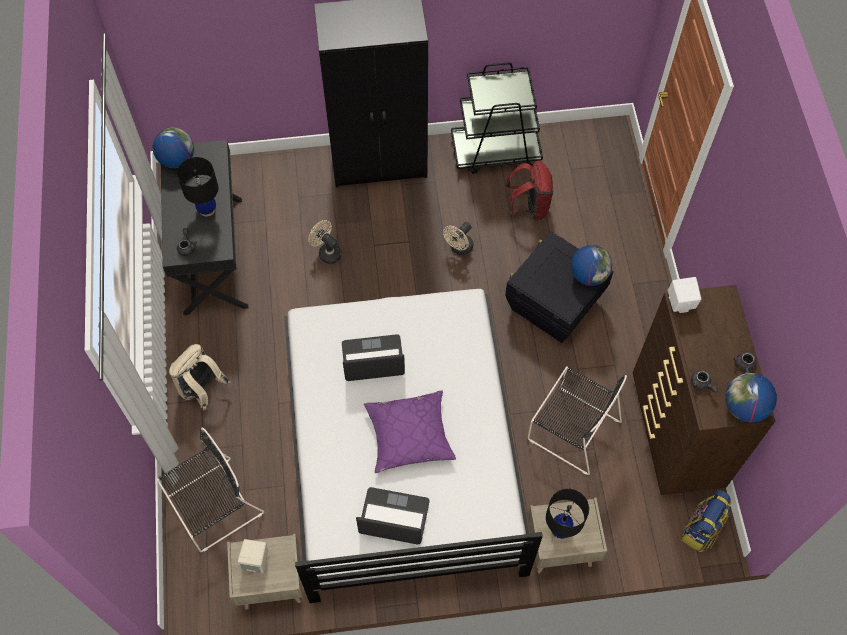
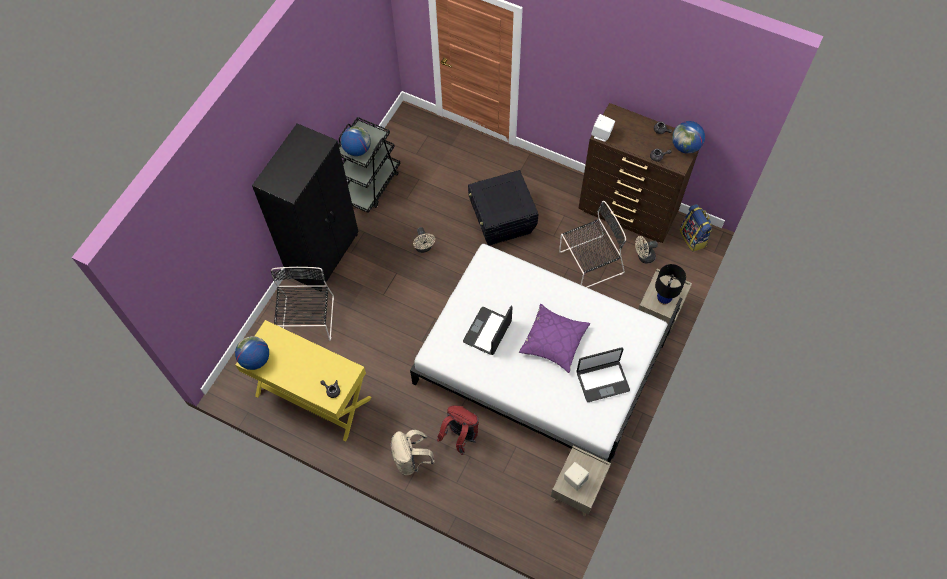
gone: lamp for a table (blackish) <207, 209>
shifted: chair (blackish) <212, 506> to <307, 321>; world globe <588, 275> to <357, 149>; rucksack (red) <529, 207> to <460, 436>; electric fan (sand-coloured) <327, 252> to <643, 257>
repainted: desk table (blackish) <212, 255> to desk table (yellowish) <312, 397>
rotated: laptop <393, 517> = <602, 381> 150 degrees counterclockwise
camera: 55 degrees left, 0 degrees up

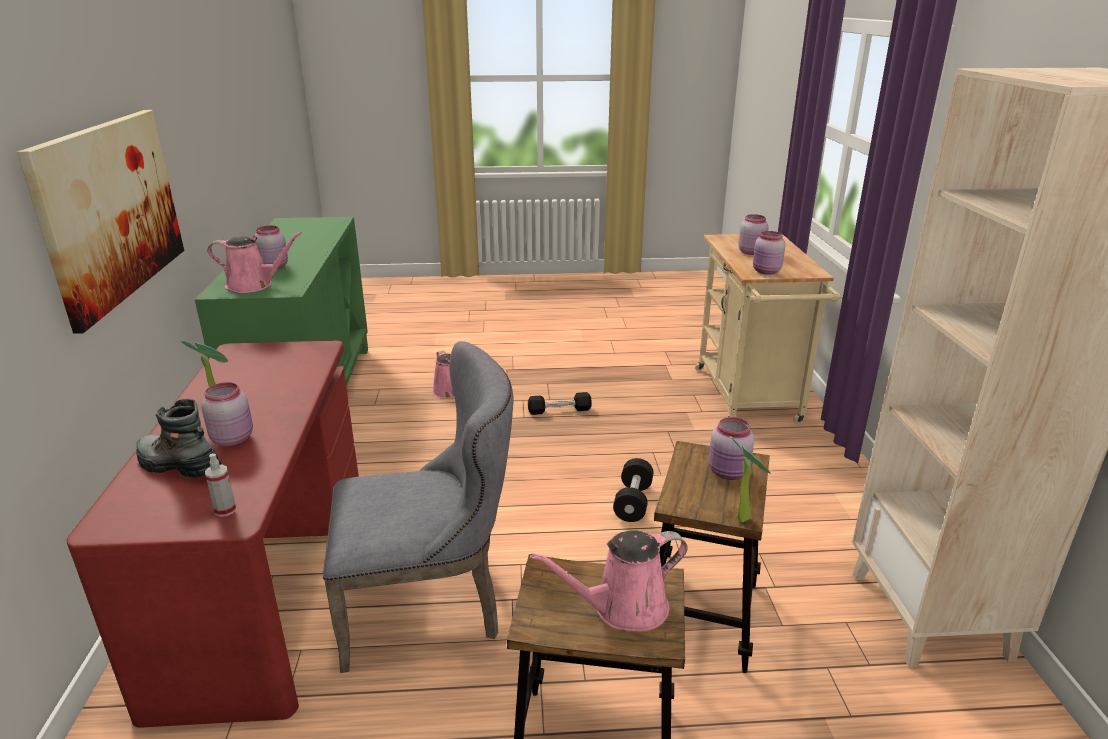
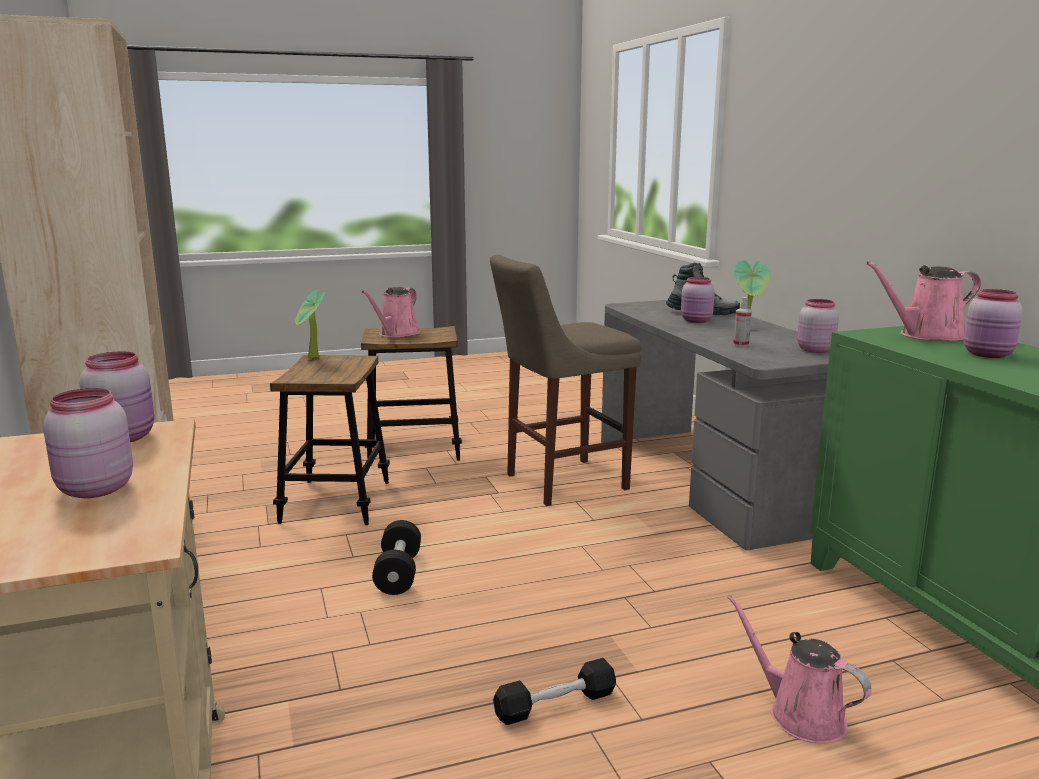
gone: picture <111, 210>
shifted: spray bottle <225, 510> to <741, 345>; storage jar (pink) <729, 473> to <814, 350>
swapped: chair (greyish) <431, 606> to sitting stool (sand-coloured) <560, 482>
repainted: desk table (red) <267, 577> to desk table (greyish) <710, 480>
rotated: watering pot (pink) <623, 608> = <396, 334> 150 degrees clockwise
camera: 165 degrees right, 10 degrees down

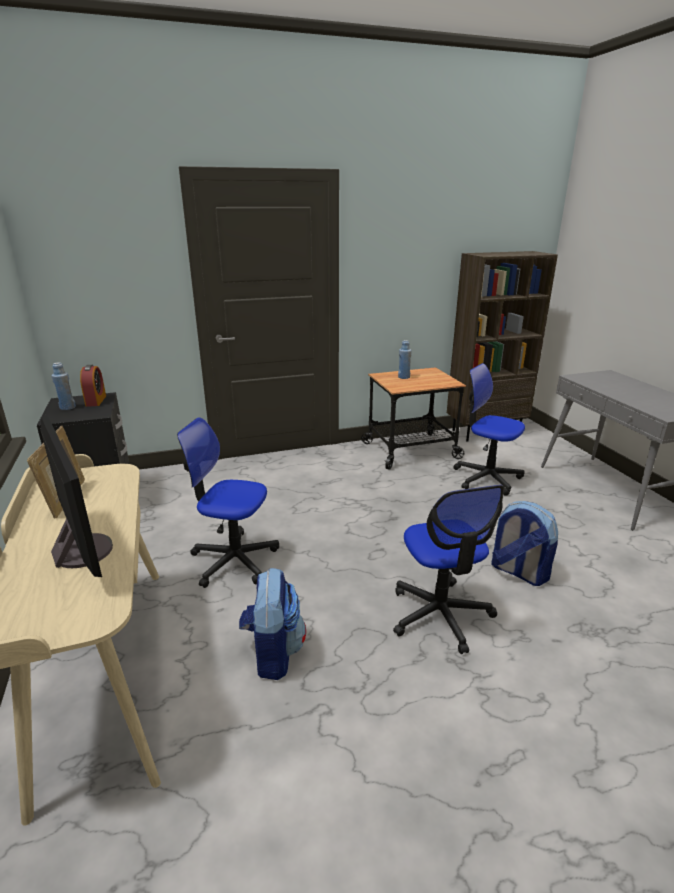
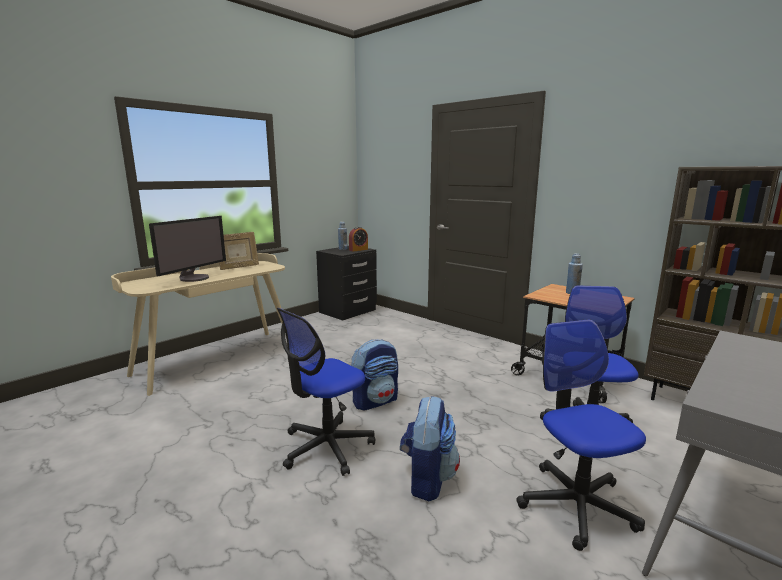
shifted: rucksack <273, 653> to <375, 401>; desk chair <234, 560> to <576, 505>
camera: 60 degrees right, 10 degrees down

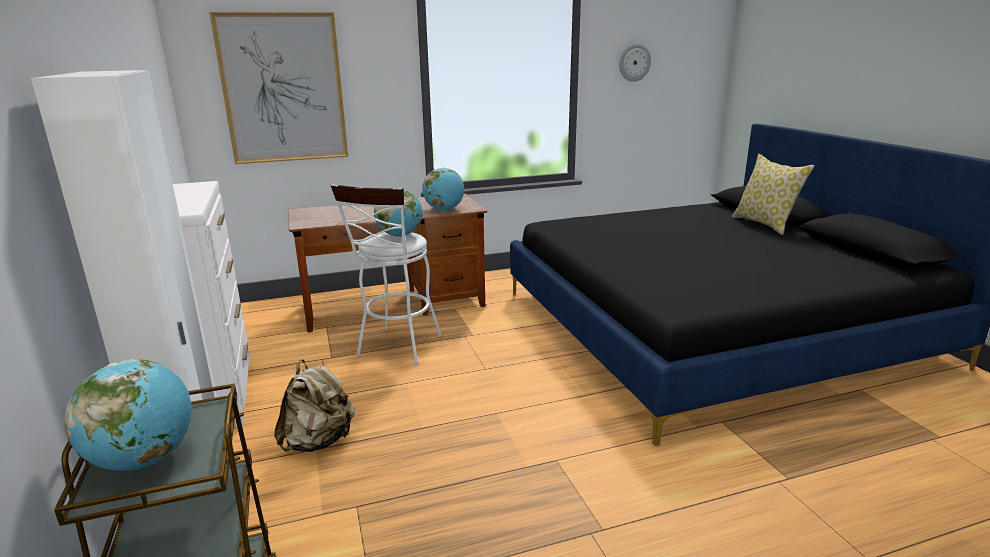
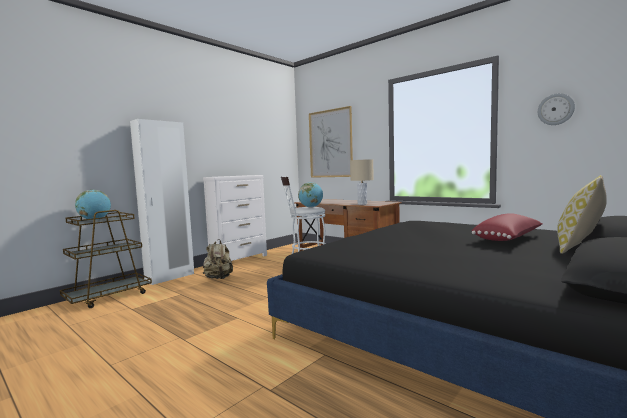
new: cushion (red) <508, 239>
swapped: world globe <444, 210> to lamp for a table (sand-coloured) <362, 204>
camera: 60 degrees right, 15 degrees down

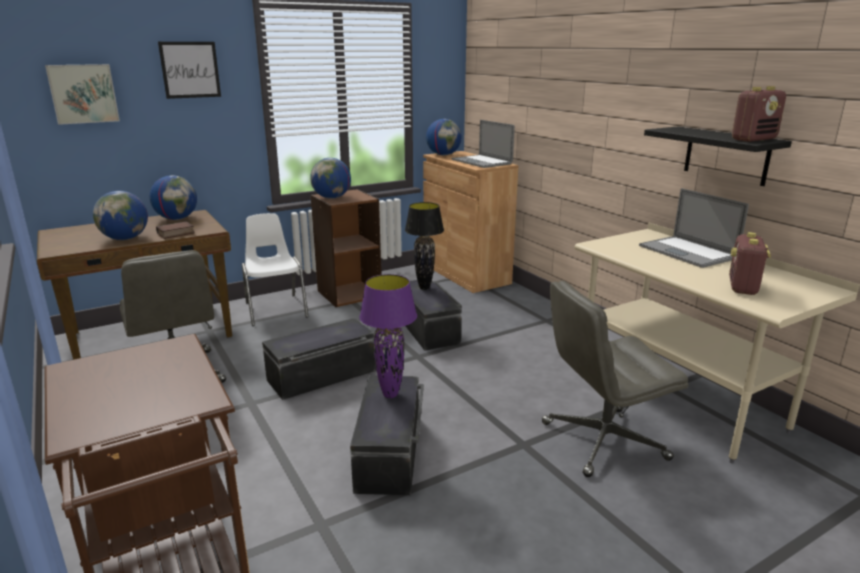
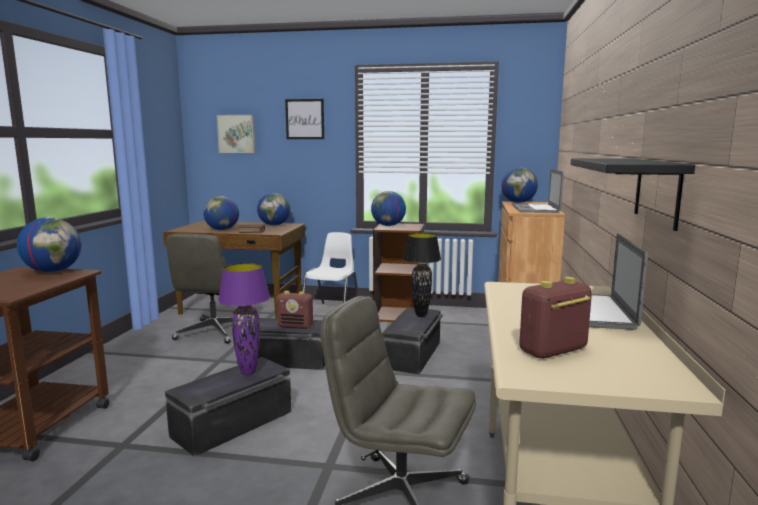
new: world globe <53, 271>
shifted: radio receiver <754, 139> to <296, 326>
camera: 40 degrees right, 10 degrees down

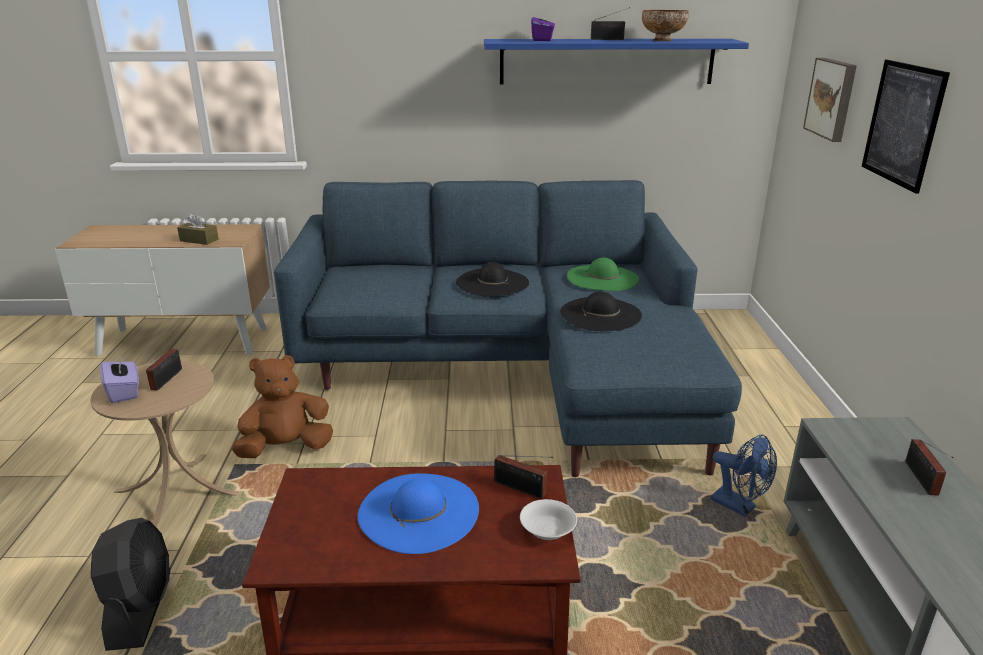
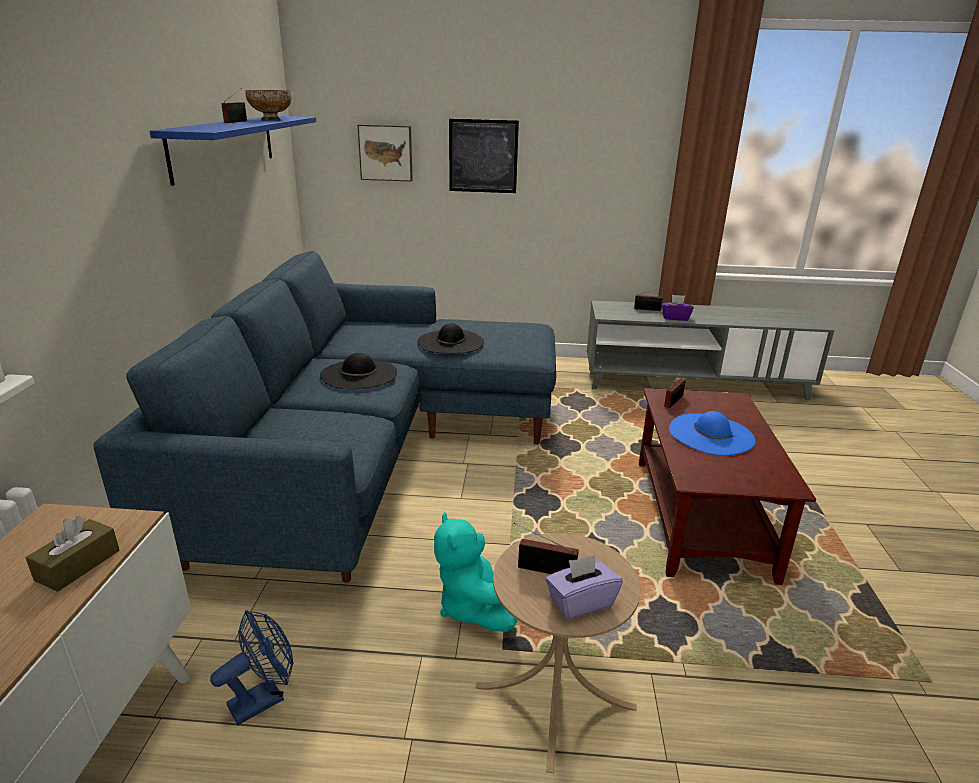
gone: electric fan (blackish) <141, 609>; serving bowl (whitish) <547, 530>; clothing hat (green-coloured) <602, 278>
shifted: electric fan (blue-coloured) <739, 507> to <264, 698>; box of tissues (purple) <542, 40> to <675, 317>
repainted: cuddly toy (brown-coloured) <286, 448> to cuddly toy (turquoise) <473, 607>
camera: 85 degrees left, 0 degrees up

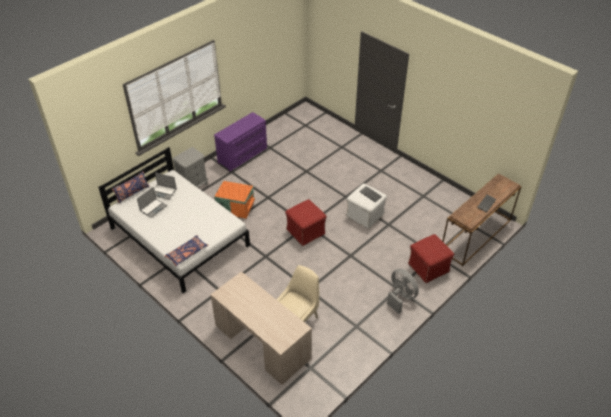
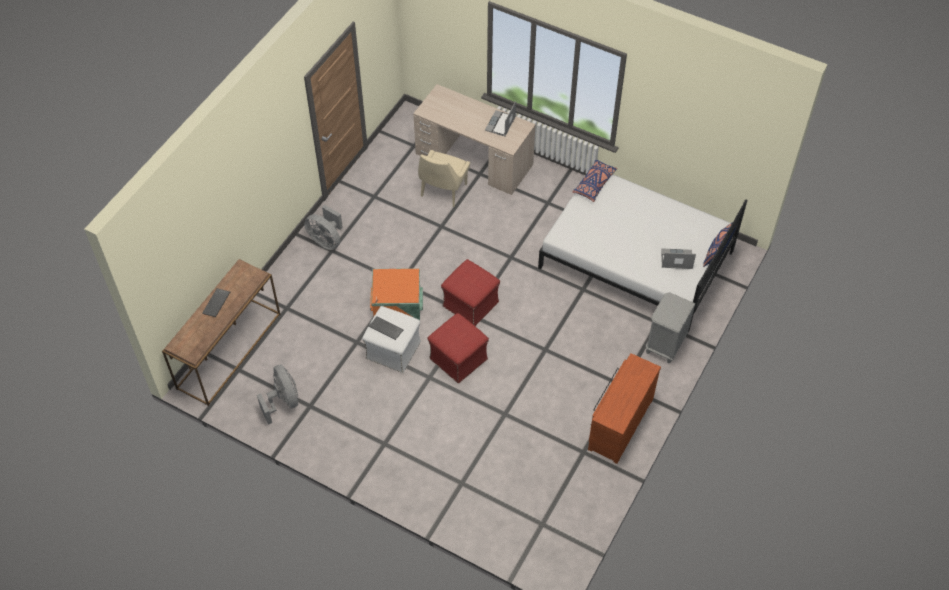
new: electric fan (greyish) <283, 401>
shifted: storage box (orange) <235, 206> to <398, 305>; pouffe (red) <428, 268> to <458, 358>; laptop <153, 208> to <500, 124>
repainted: chest of drawers (purple) <243, 156> to chest of drawers (brown-coloured) <618, 423>
camera: 165 degrees right, 10 degrees up

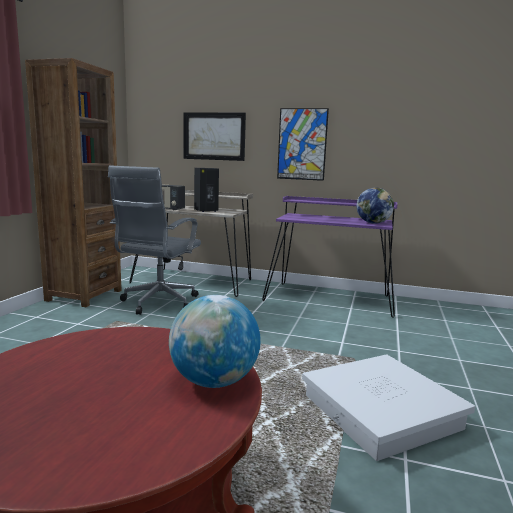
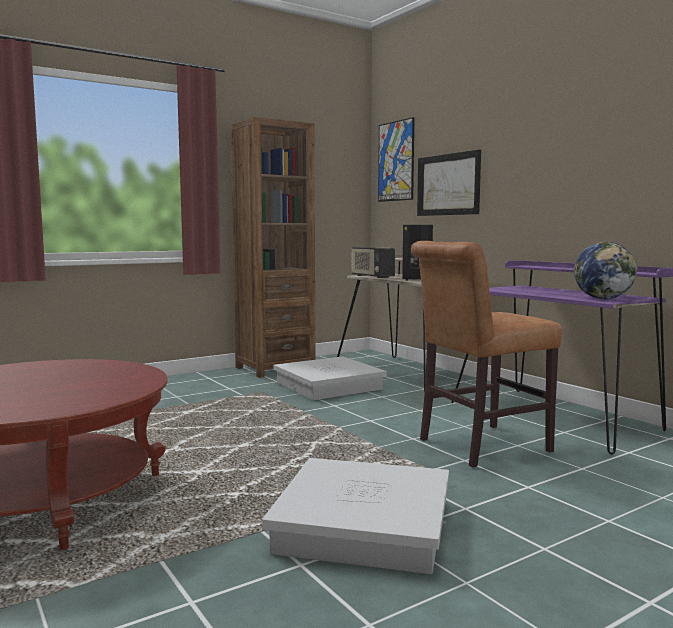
gone: world globe <214, 381>
new: chair (brown-coloured) <478, 446>
shifted: picture <302, 144> to <396, 161>
swapped: desk chair (greyish) <158, 303> to storage box (whitish) <328, 385>
camera: 40 degrees right, 5 degrees down

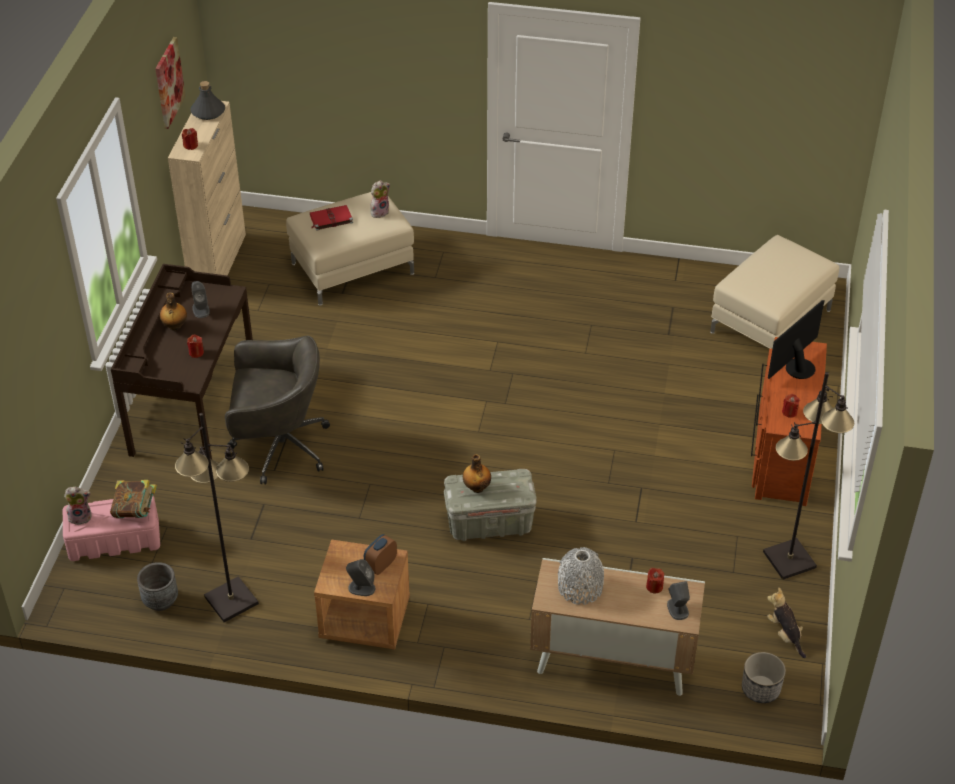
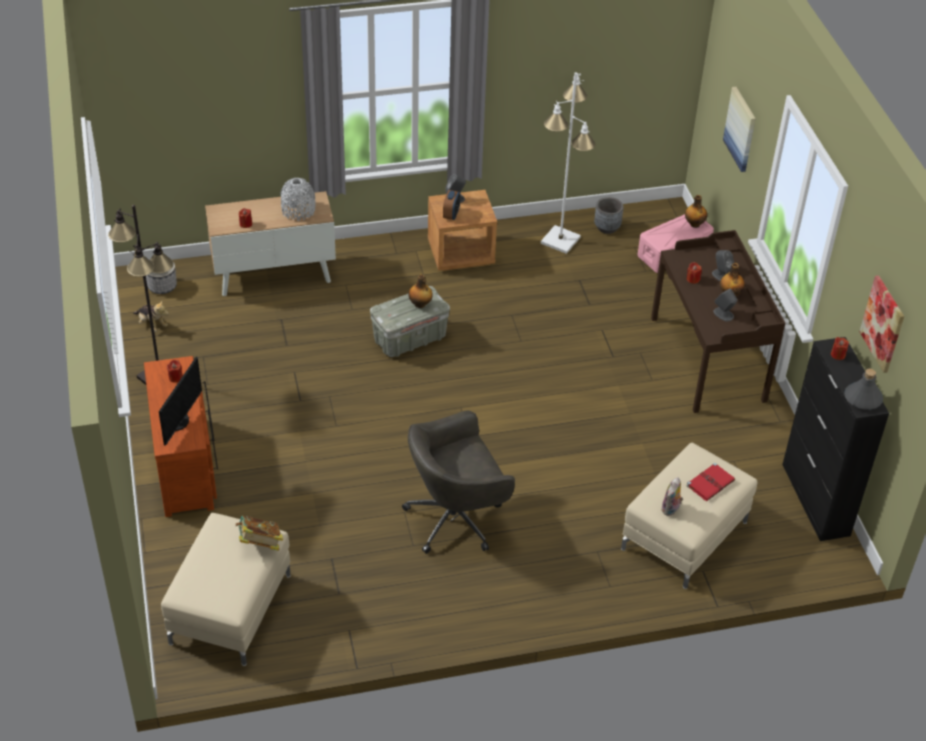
new: picture <741, 129>
shifted: bound book <136, 511> to <260, 544>; desk chair (greyish) <278, 447> to <456, 518>; loudspeaker (greyish) <678, 609> to <721, 275>
swapped: cuddly toy <81, 517> to drink bottle <694, 224>
repainted: standing lamp (blackish) <230, 600> to standing lamp (whitish) <561, 240>; storage cabinet (sand-coloured) <218, 262> to storage cabinet (blackish) <815, 500>
camera: 155 degrees right, 0 degrees up

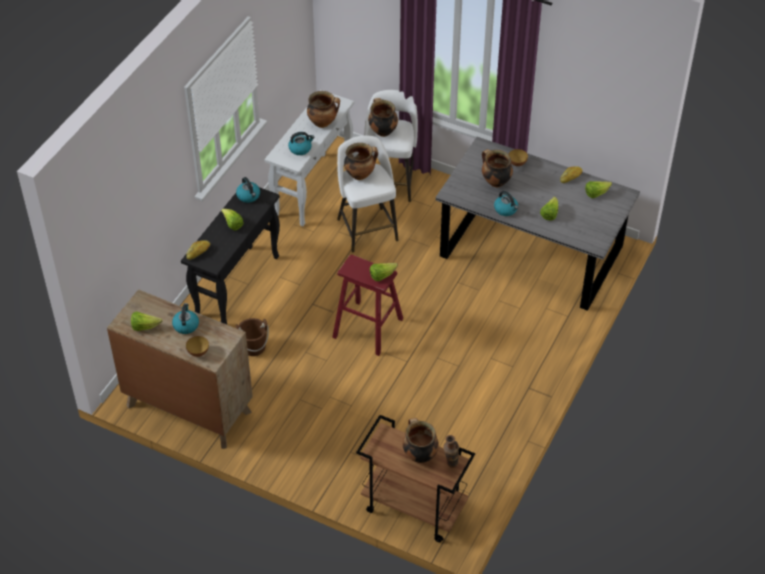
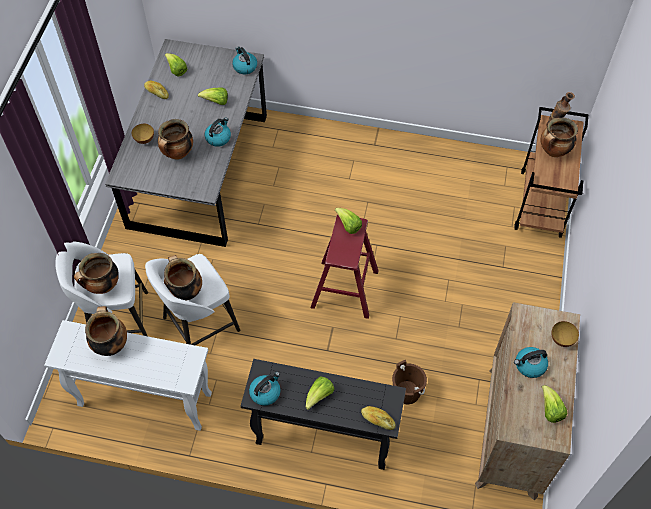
shifted: kettle <300, 148> to <244, 66>
camera: 105 degrees left, 10 degrees up

